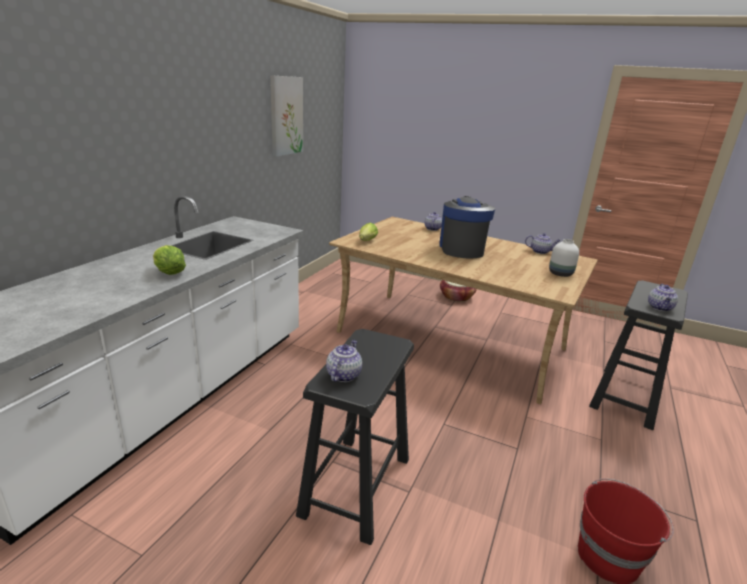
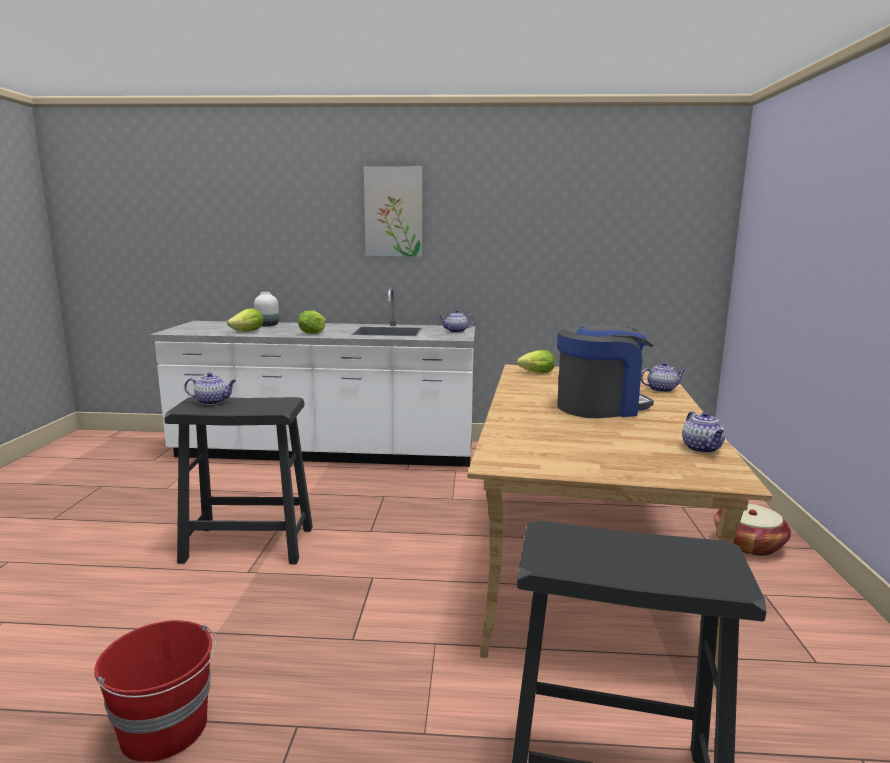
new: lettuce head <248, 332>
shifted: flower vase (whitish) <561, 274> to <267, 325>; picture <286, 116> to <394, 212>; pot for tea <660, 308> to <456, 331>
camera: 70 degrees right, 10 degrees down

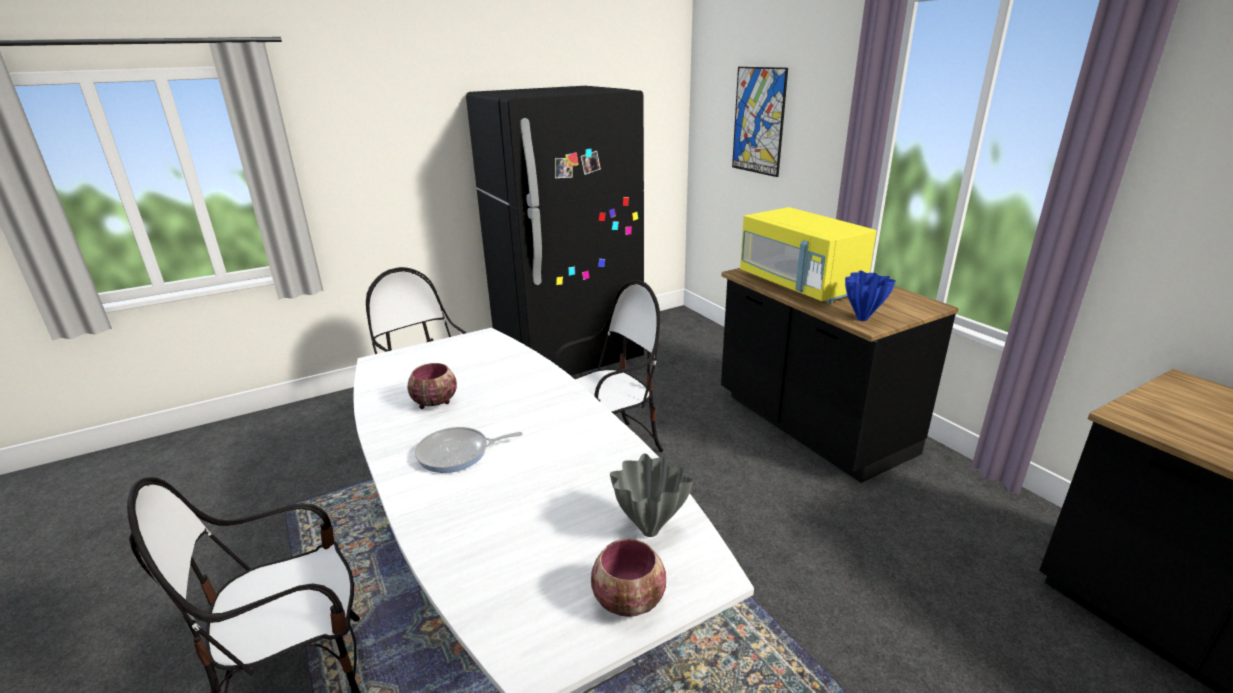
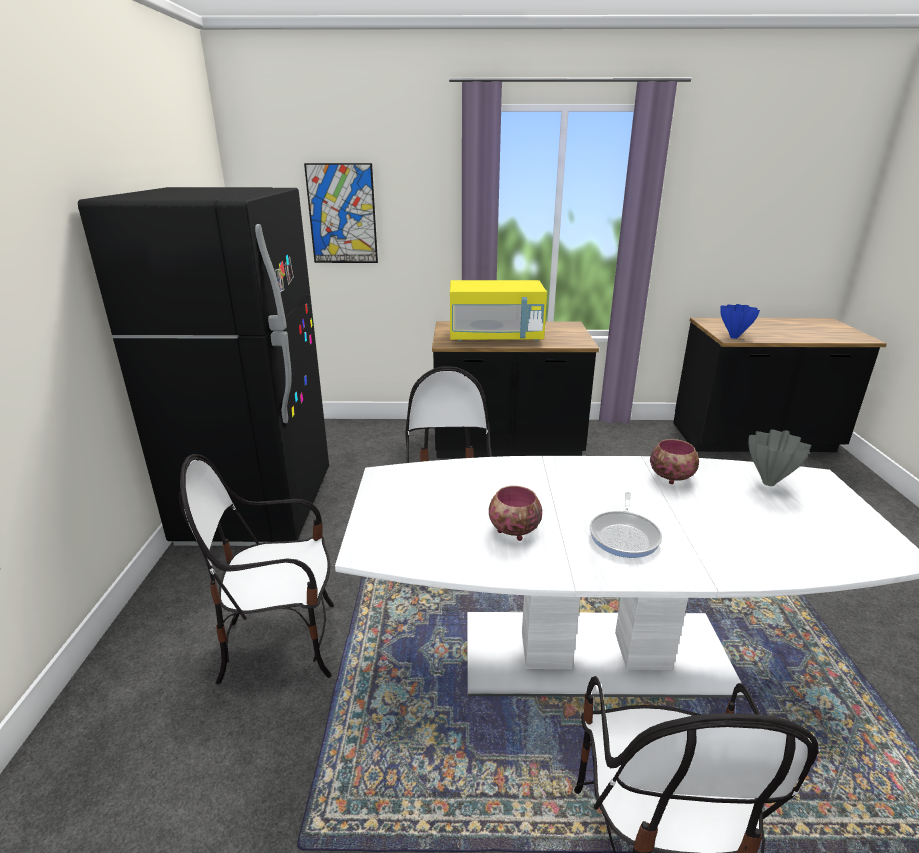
shifted: serving bowl <630, 602> to <671, 477>; flower vase (blue-coloured) <862, 319> to <734, 337>
camera: 60 degrees left, 0 degrees up

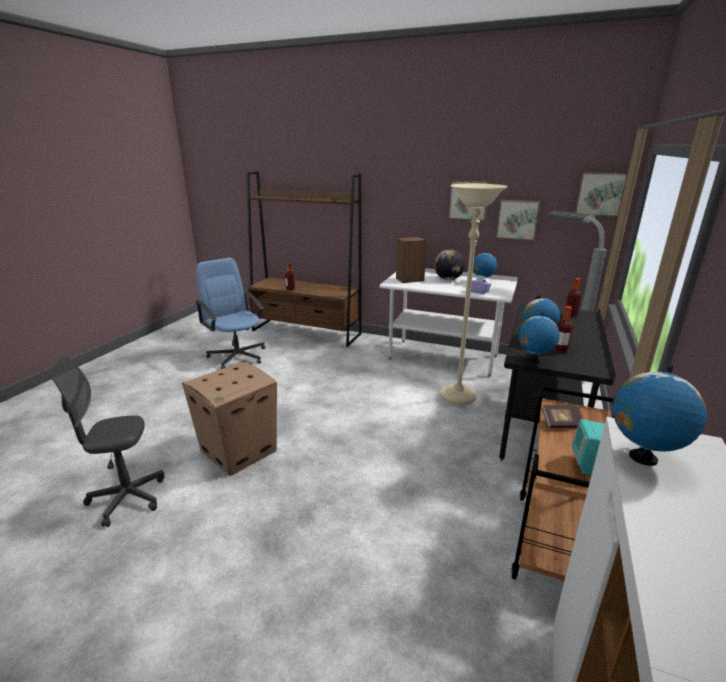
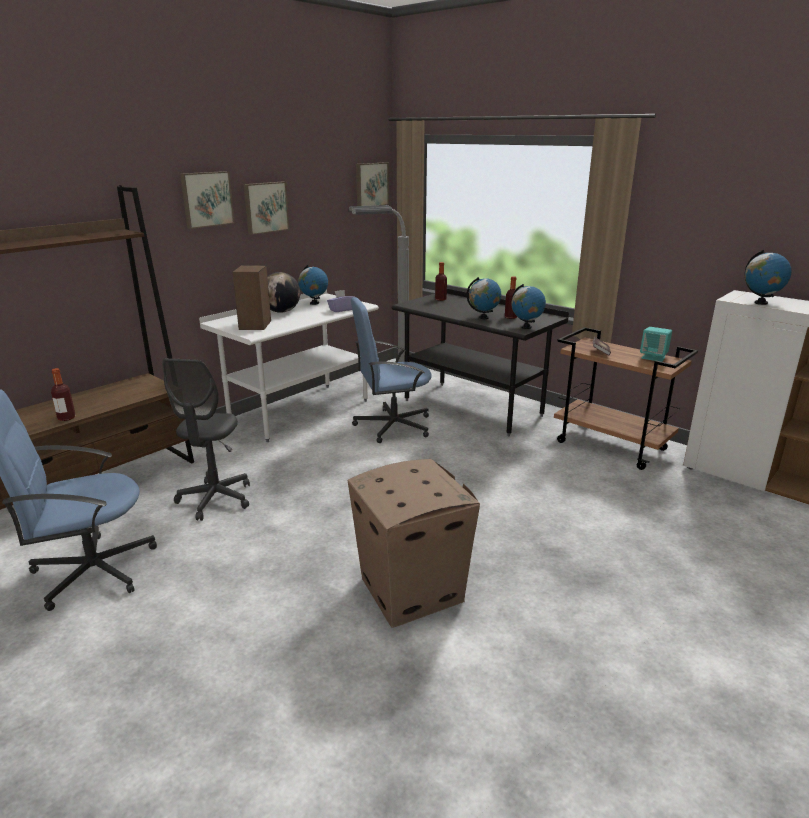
shifted: desk chair (greyish) <127, 498> to <215, 499>; picture <517, 219> to <206, 199>
swapped: standing lamp (sand-coloured) <458, 396> to desk chair (blue-coloured) <392, 426>
camera: 70 degrees left, 0 degrees up

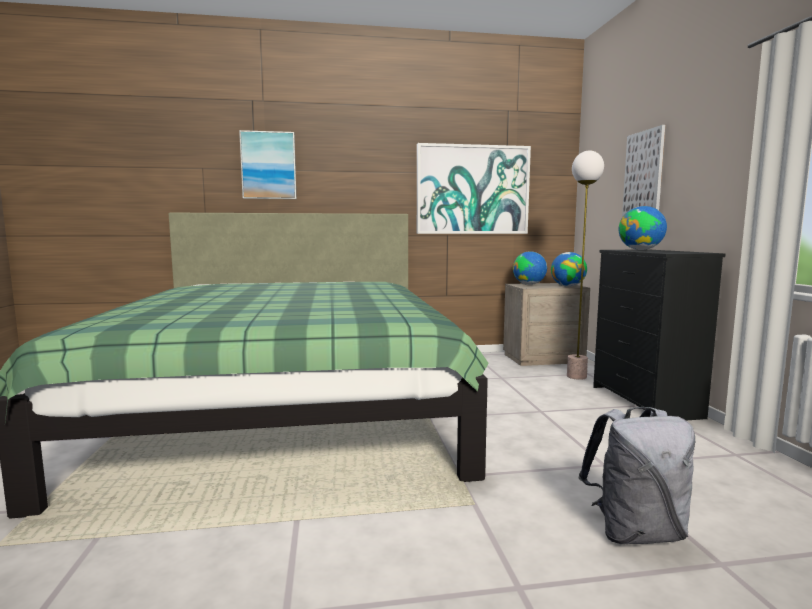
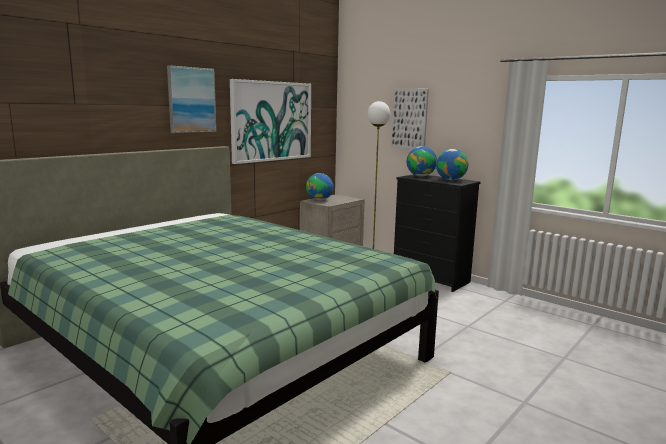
gone: rucksack (greyish) <635, 532>
shifted: picture <268, 165> to <191, 100>; world globe <568, 286> to <450, 180>
camera: 40 degrees left, 5 degrees up

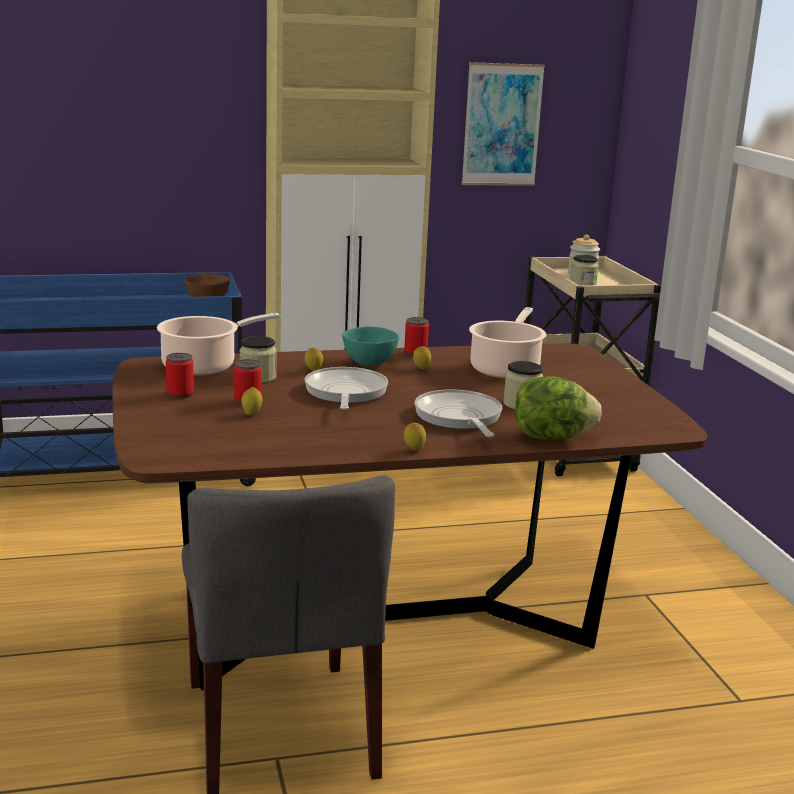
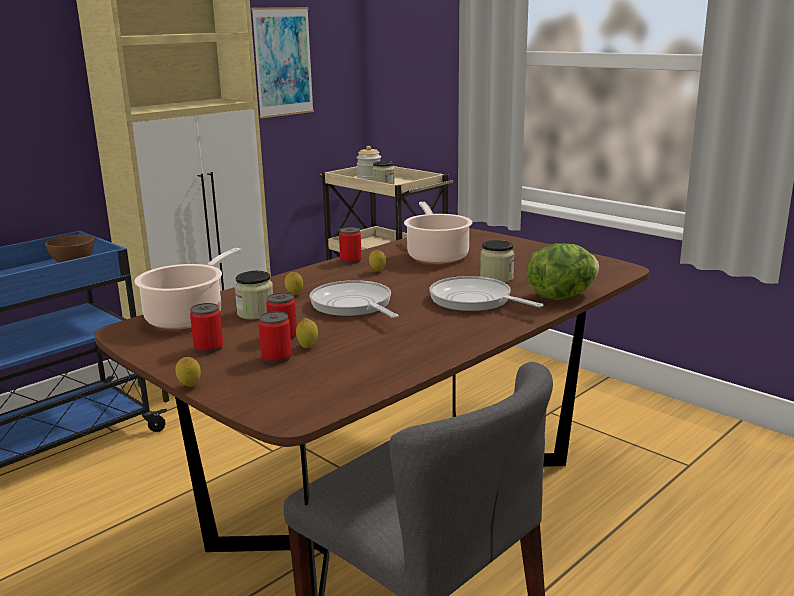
gone: serving bowl (turquoise) <370, 364>
new: metal can <276, 358>
shifted: whole lemon <414, 450> to <190, 386>
camera: 30 degrees left, 0 degrees up

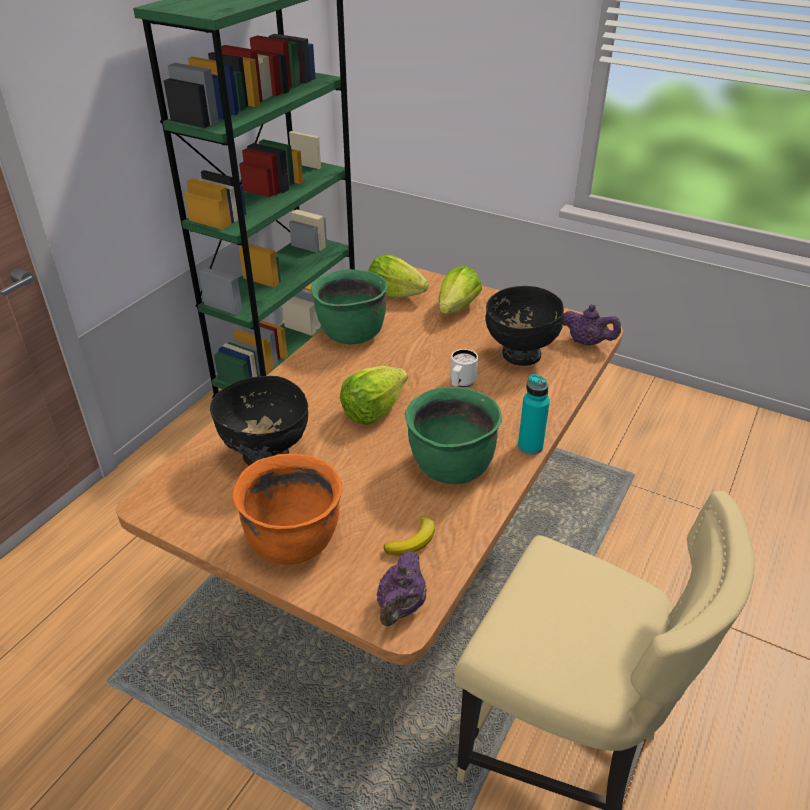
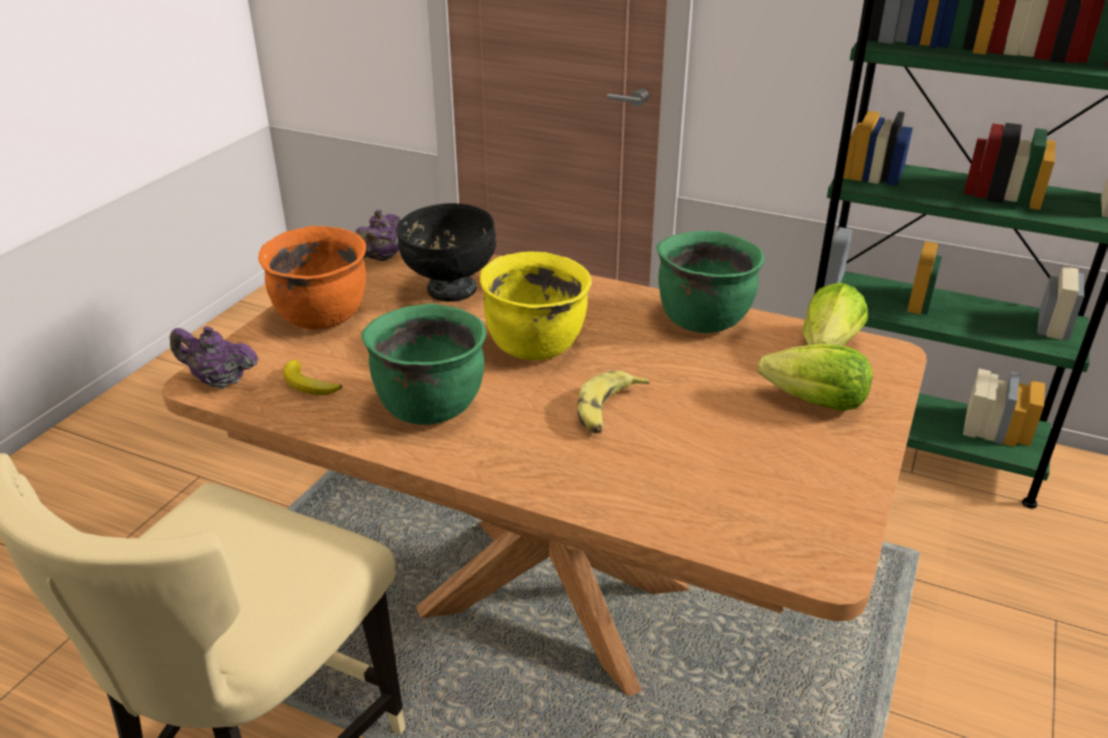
gone: serving bowl (blackish) <520, 354>; drink bottle (turquoise) <530, 446>
shifted: pot for tea (purple) <587, 342> to <381, 258>
swapped: lettuce head <373, 410> to saucepot (yellowish) <536, 346>; tea mug (whitish) <461, 384> to whole banana <608, 410>
camera: 85 degrees right, 5 degrees down

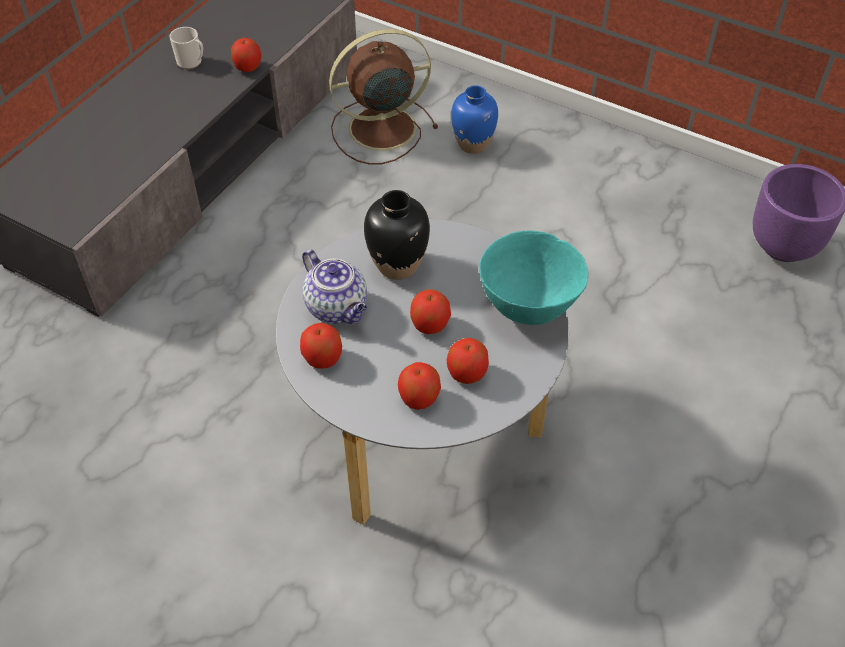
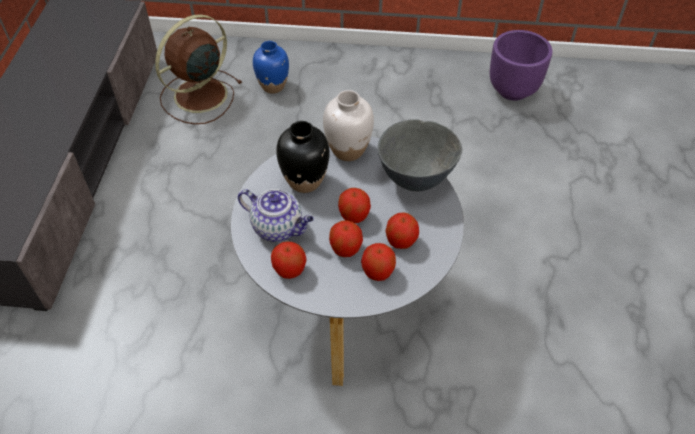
gone: tea mug <191, 62>
new: flower vase (whitish) <348, 150>
shifted: apple <248, 67> to <346, 249>
repainted: serving bowl (turquoise) <528, 307> to serving bowl (greyish) <415, 178>
camera: 25 degrees left, 0 degrees up

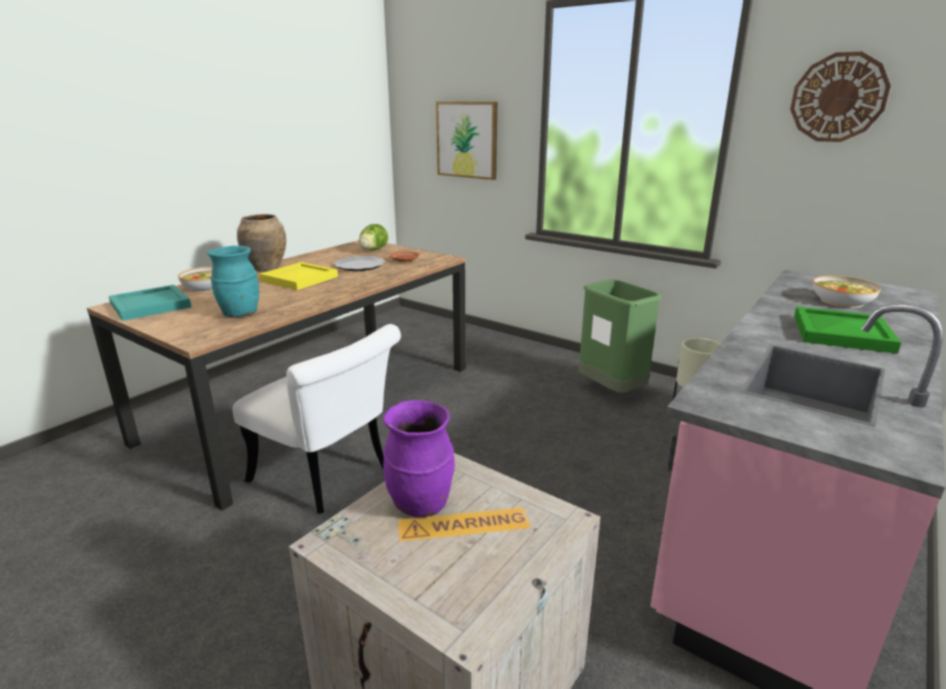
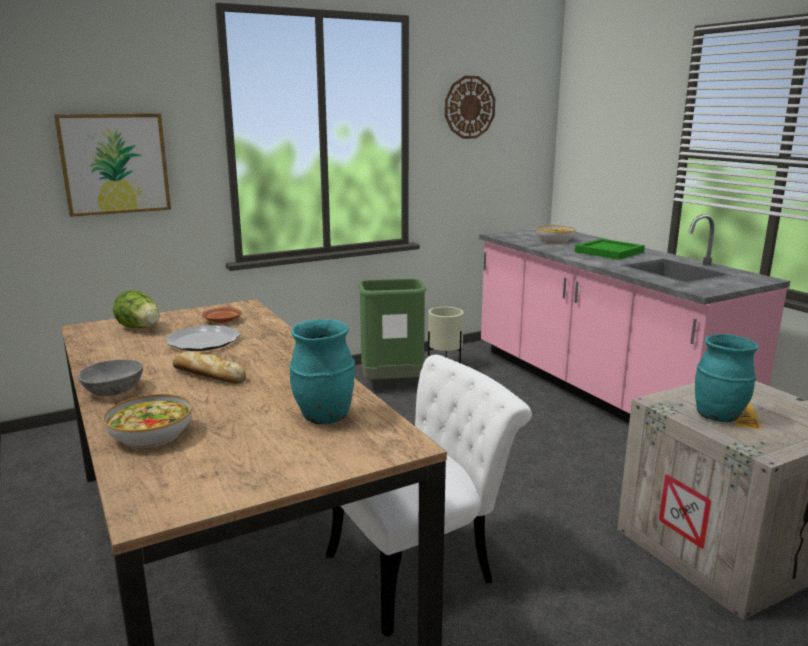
gone: tray (turquoise) <151, 305>
swapped: flower vase (brown-coloured) <266, 268> to serving bowl (greyish) <114, 390>; tray (yellowish) <299, 278> to bakery bread <207, 375>
repainted: flower vase (purple) <421, 505> to flower vase (turquoise) <718, 416>
camera: 65 degrees left, 5 degrees down

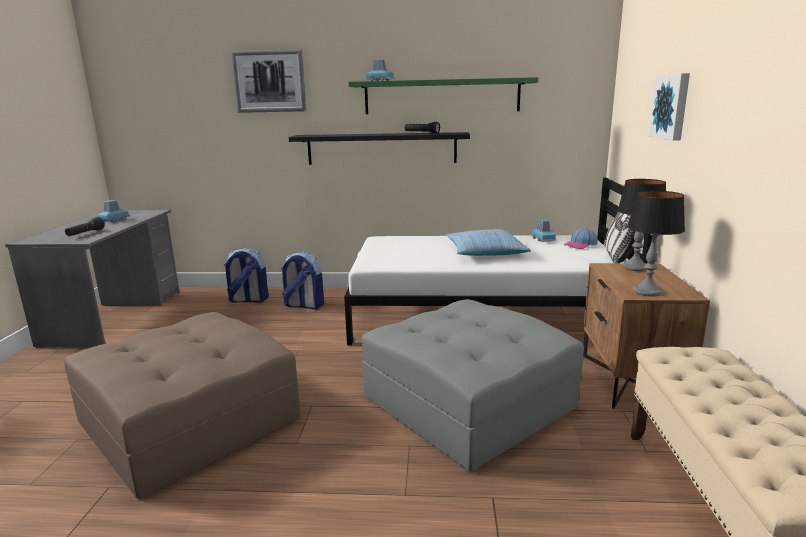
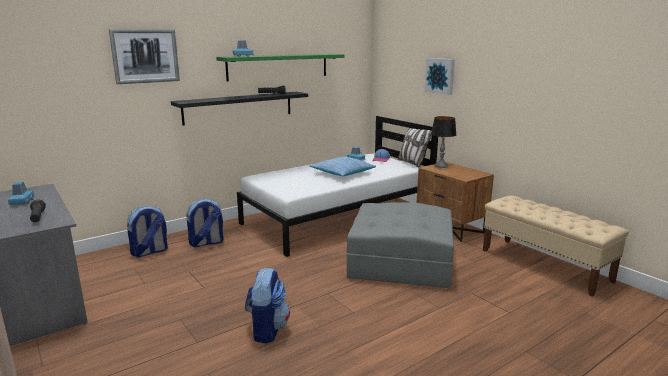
gone: lamp for a table <647, 291>
swapped: pouffe (brown-coloured) <190, 419> to rucksack <267, 329>
camera: 40 degrees left, 0 degrees up

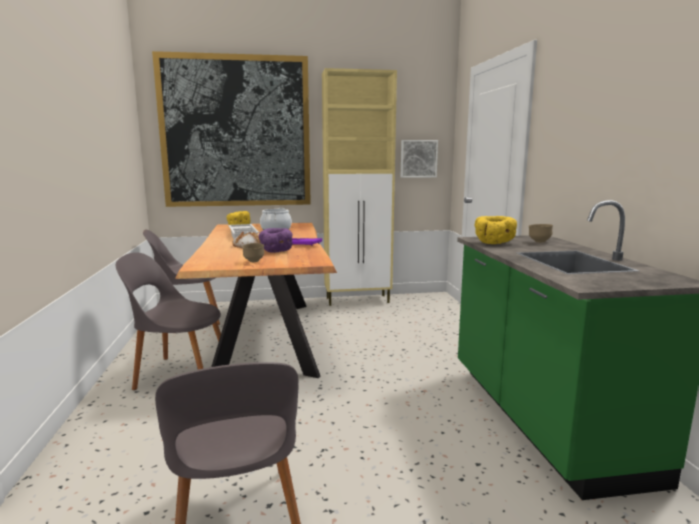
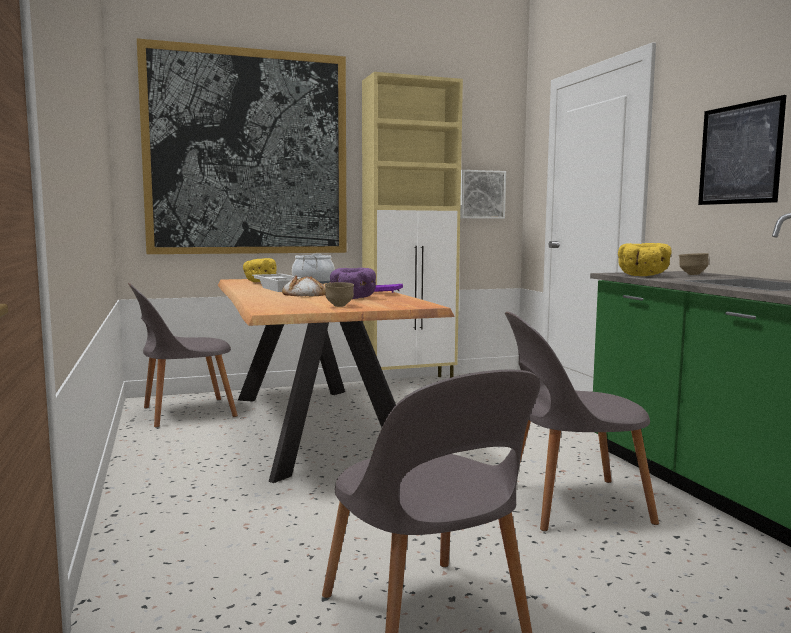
new: picture <740, 154>
shifted: chair (greyish) <179, 374> to <570, 503>
camera: 10 degrees left, 5 degrees down

